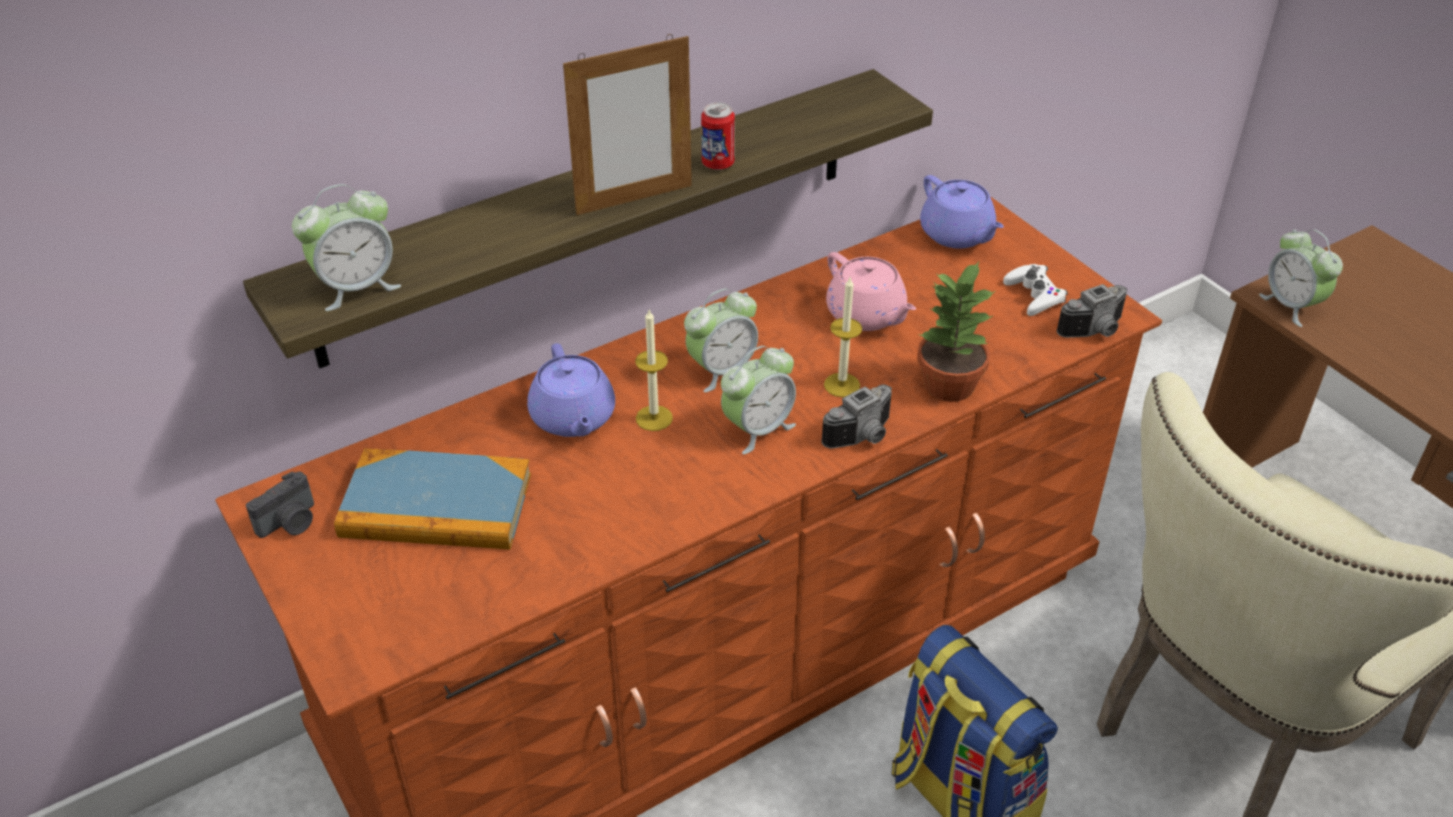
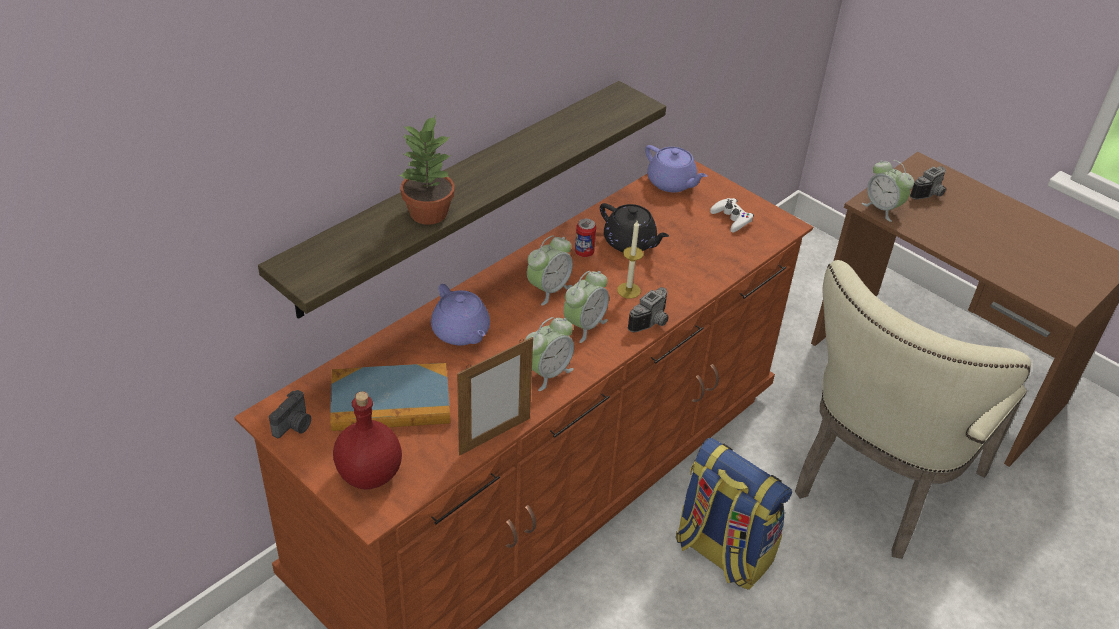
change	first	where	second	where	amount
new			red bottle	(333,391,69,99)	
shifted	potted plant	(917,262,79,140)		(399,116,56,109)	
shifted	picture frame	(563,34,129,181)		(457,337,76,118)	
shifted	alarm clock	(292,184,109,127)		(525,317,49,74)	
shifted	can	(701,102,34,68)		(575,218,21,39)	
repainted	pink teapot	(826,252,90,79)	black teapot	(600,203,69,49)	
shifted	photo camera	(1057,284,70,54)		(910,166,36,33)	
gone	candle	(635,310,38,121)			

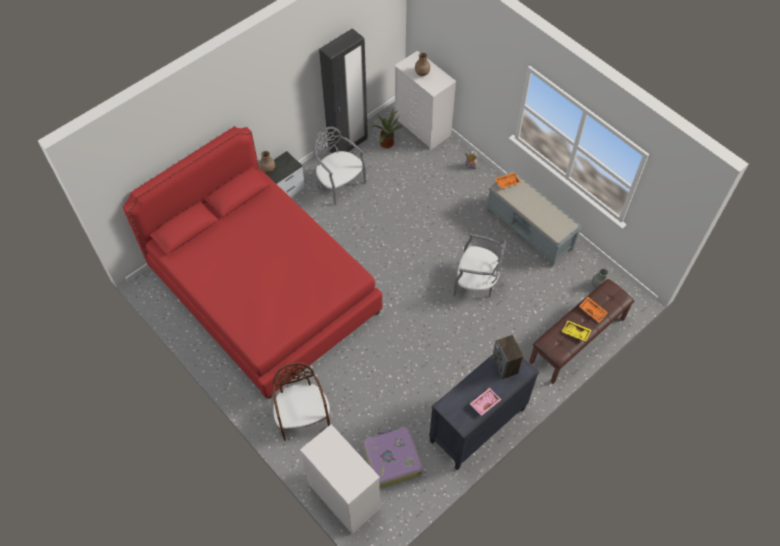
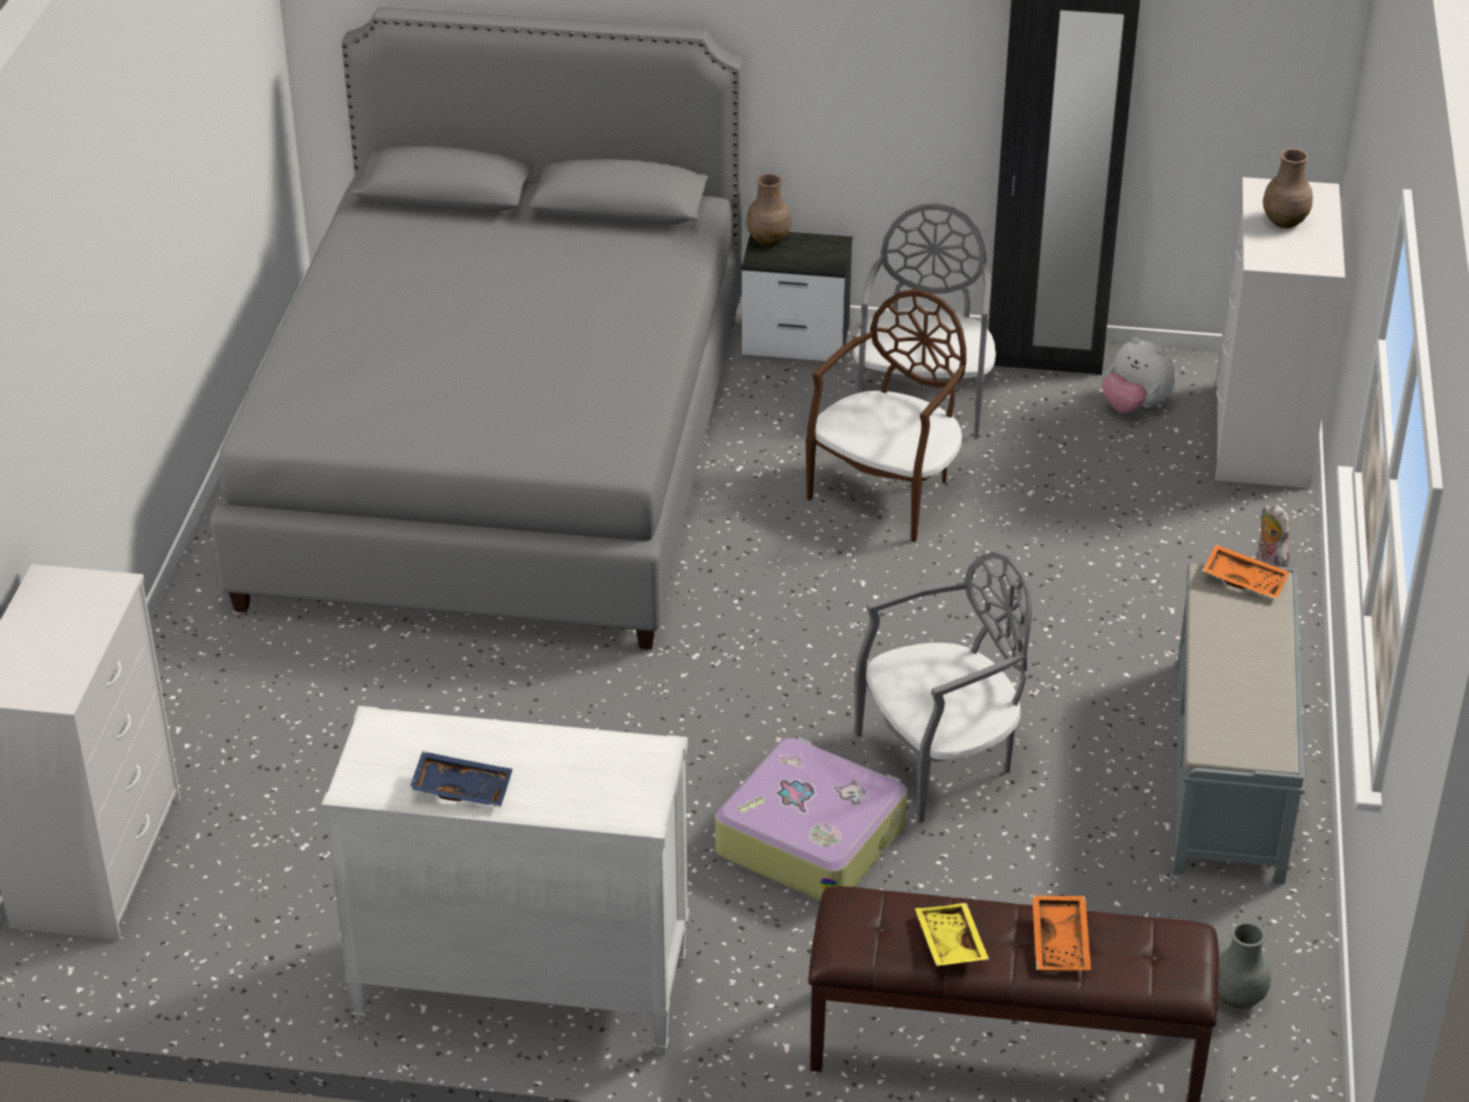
change	first	where	second	where	amount
repainted	red bed	(122,126,260,273)	grey bed	(210,7,532,643)	
repainted	black dresser	(429,354,110,116)	white dresser	(321,706,368,349)	
repainted	pink tray	(470,388,31,28)	blue tray	(409,751,104,57)	
shifted	suitcase	(364,427,59,61)		(715,737,192,164)	
shifted	brown chair	(273,362,57,79)		(806,289,160,253)	
rotated	grey chair	(454,233,52,64)		(854,551,178,272)	90 degrees counterclockwise
swapped	potted plant	(370,109,32,40)	plush toy	(1102,338,74,74)	
gone	speaker	(492,335,32,44)			

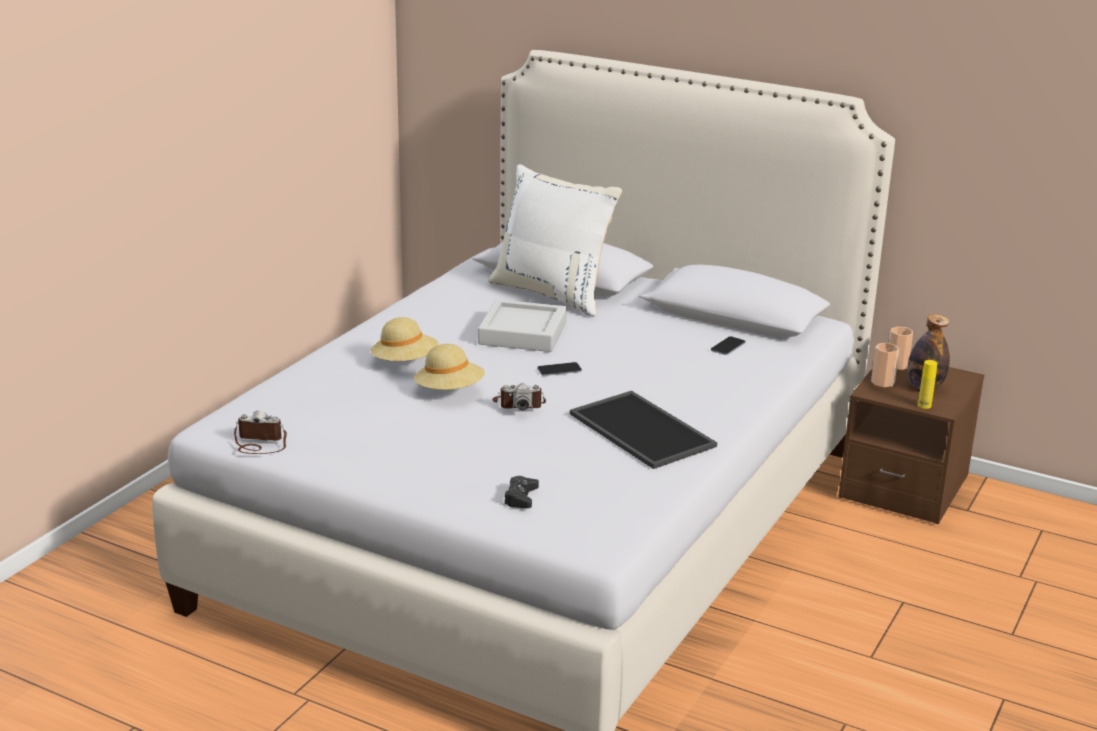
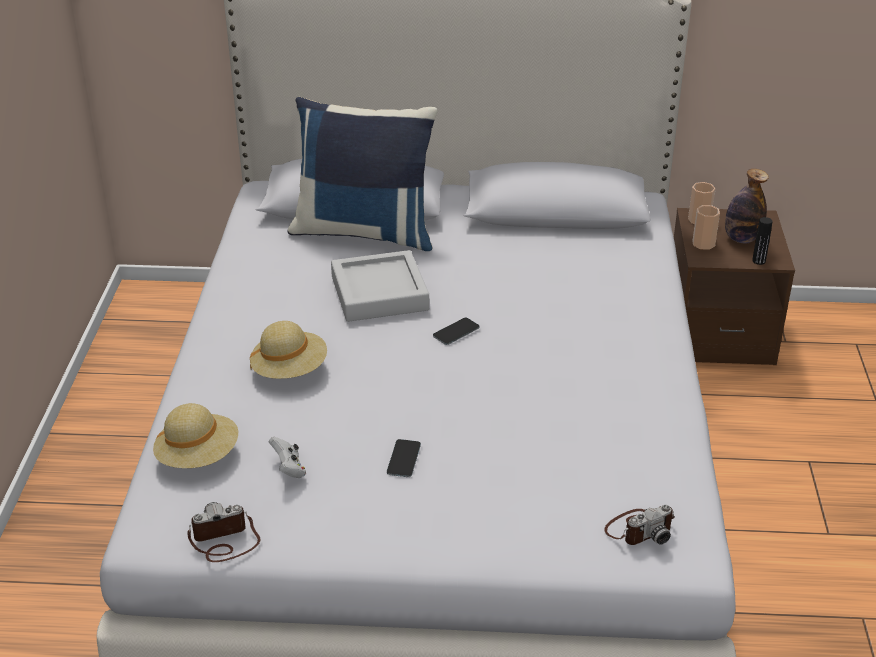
change	first	where	second	where	amount
shifted	beige hat	(414,344,71,46)		(153,403,85,65)	
new			white game controller	(269,437,37,41)	
repainted	white pillow	(489,164,133,153)	blue pillow	(287,97,151,154)	
shifted	phone	(711,336,35,19)		(387,439,34,38)	
shifted	photo camera	(493,383,53,27)		(604,504,71,41)	
repainted	yellow bottle	(918,360,19,49)	black bottle	(752,217,20,48)	
gone	black game controller	(504,476,35,32)			
gone	tray	(570,391,147,78)			

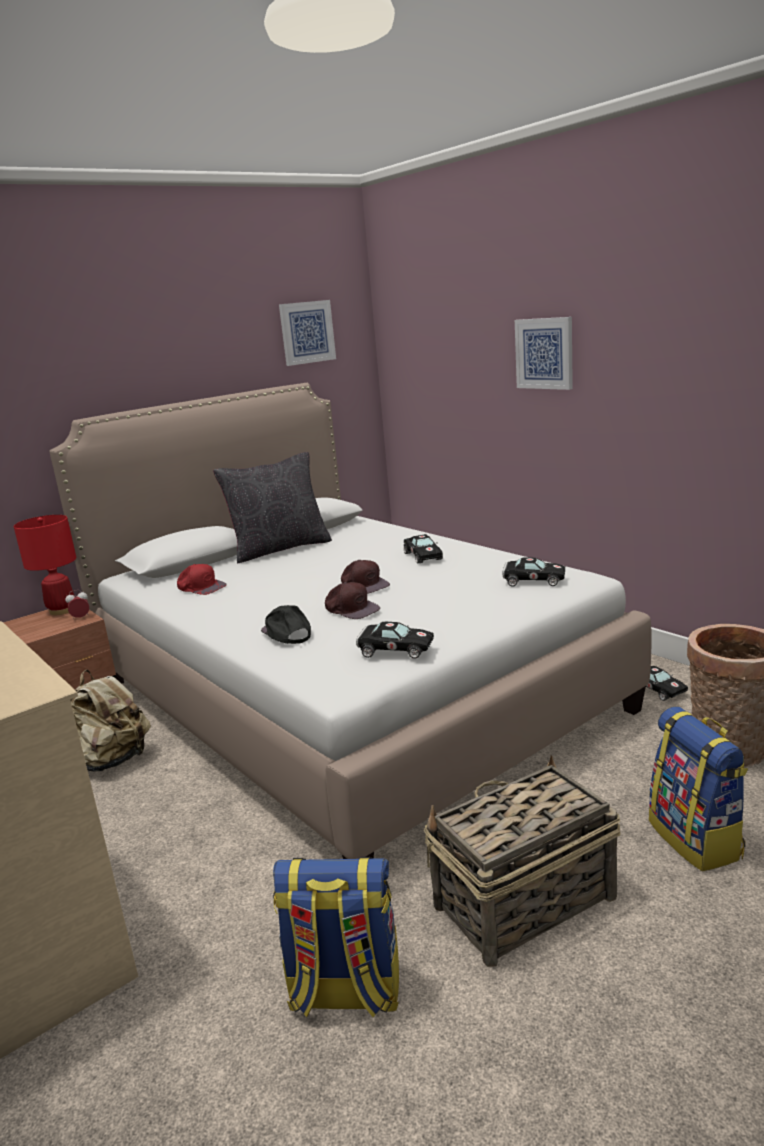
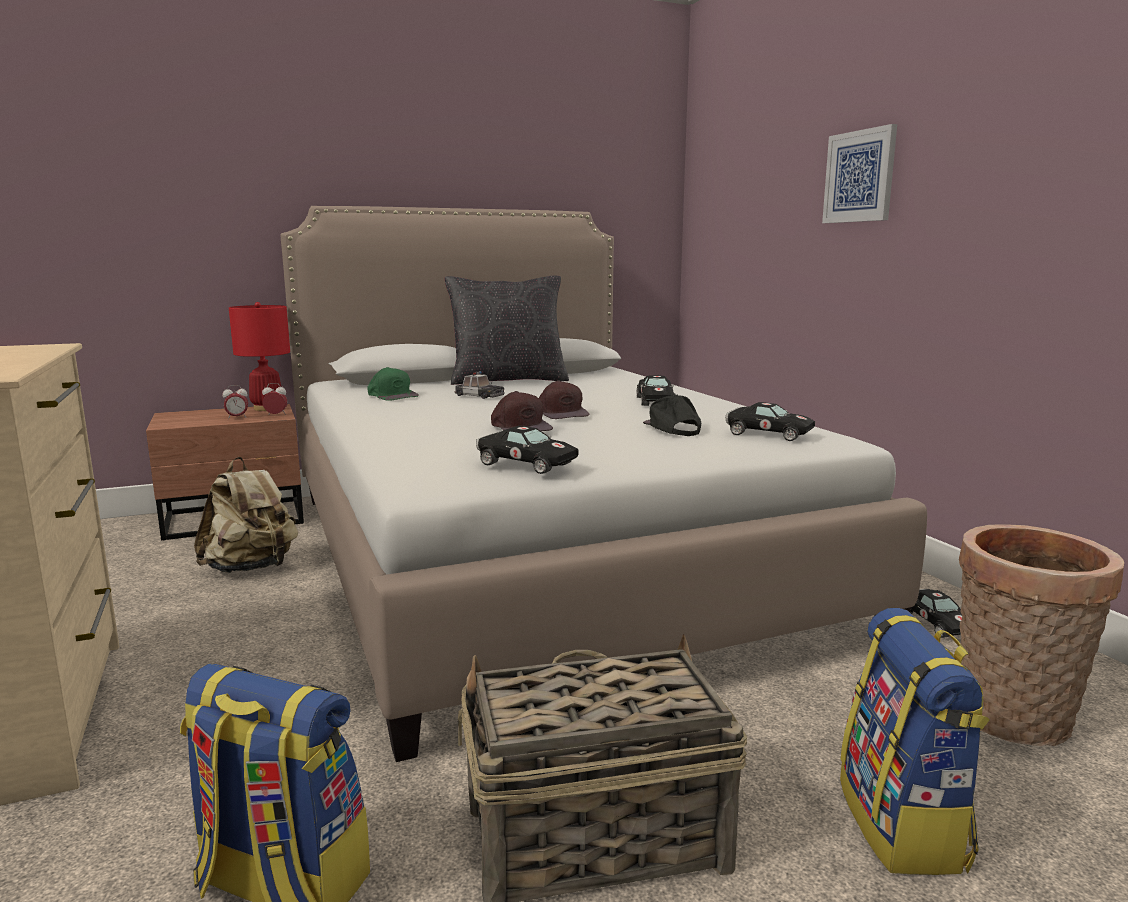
change	first	where	second	where	amount
new			alarm clock	(222,385,26,34)	
repainted	red cap	(177,564,50,31)	green cap	(367,367,52,34)	
new			toy car	(455,371,50,28)	
shifted	black cap	(261,605,50,39)		(643,395,58,41)	
gone	picture	(279,300,57,66)			

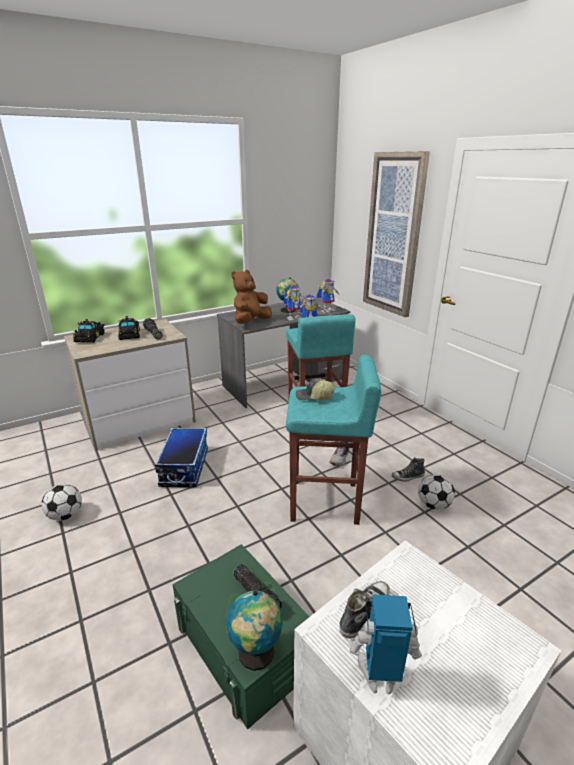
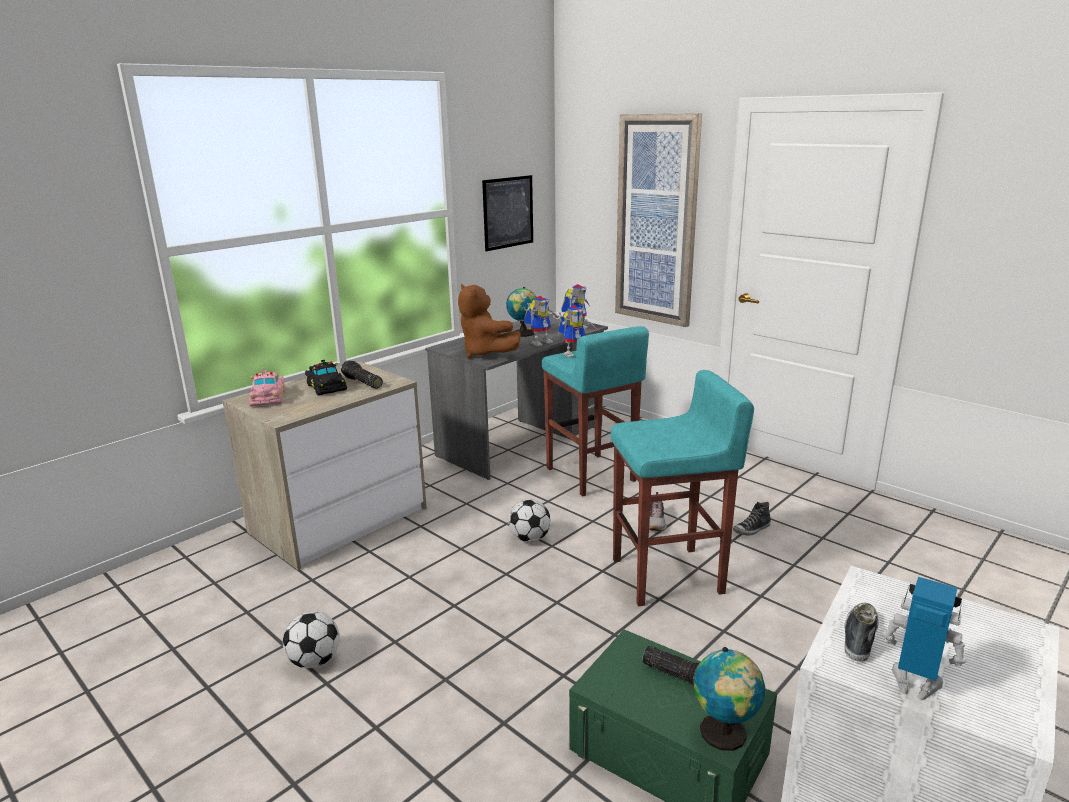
change	first	where	second	where	amount
repainted	black toy car	(73,319,31,24)	pink toy car	(249,370,37,36)	
rotated	brown plush toy	(232,270,40,54)		(458,284,63,74)	60 degrees counterclockwise
new			picture	(482,175,51,76)	
shifted	football	(418,474,37,36)		(508,499,43,43)	
rotated	toy robot	(348,594,74,100)		(882,577,84,123)	45 degrees clockwise
gone	storage box	(155,428,53,60)			
gone	cap	(295,378,41,23)			

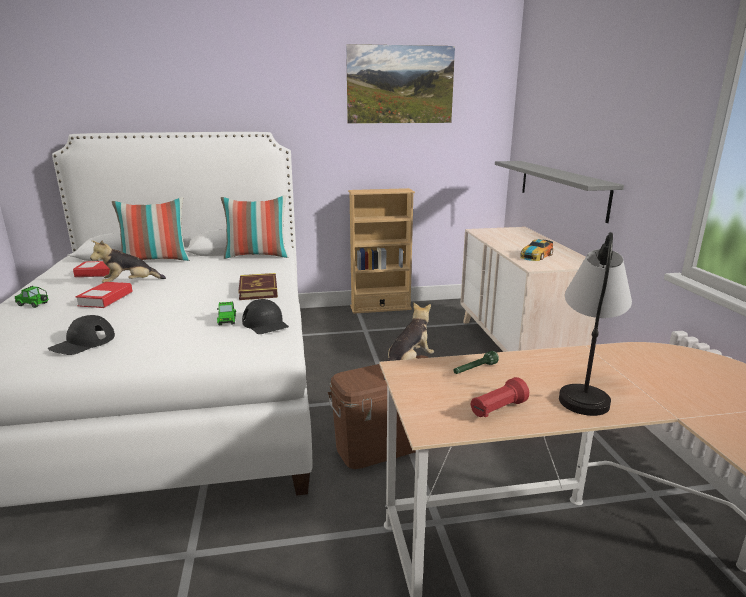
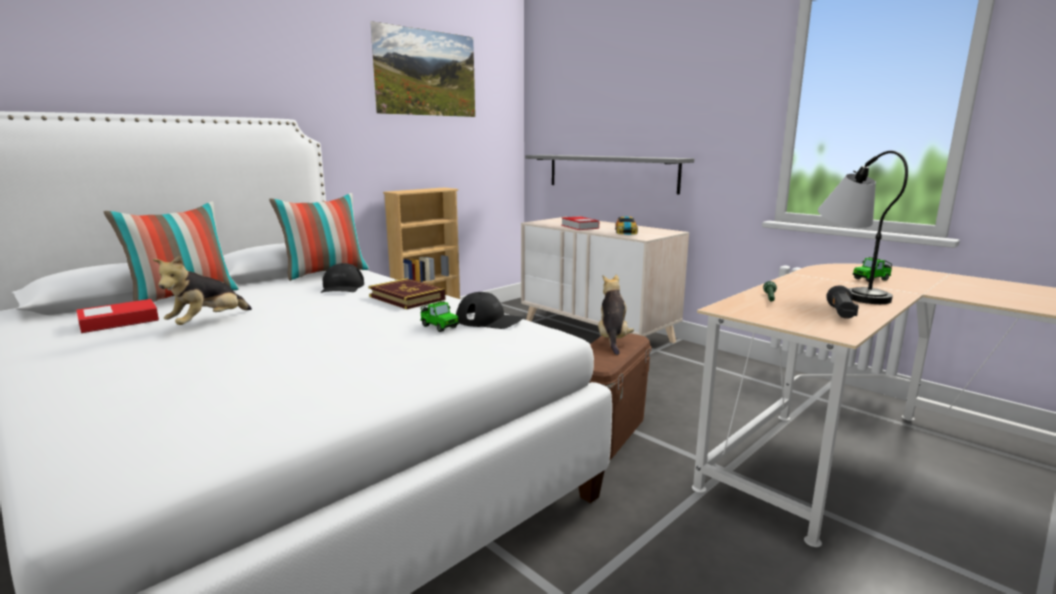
change	first	where	second	where	amount
shifted	black cap	(48,315,67,40)		(320,263,44,30)	
shifted	book	(75,282,58,26)		(561,216,38,14)	
repainted	red flashlight	(470,377,59,40)	black flashlight	(826,285,33,34)	
shifted	toy car	(15,286,34,22)		(852,257,40,25)	

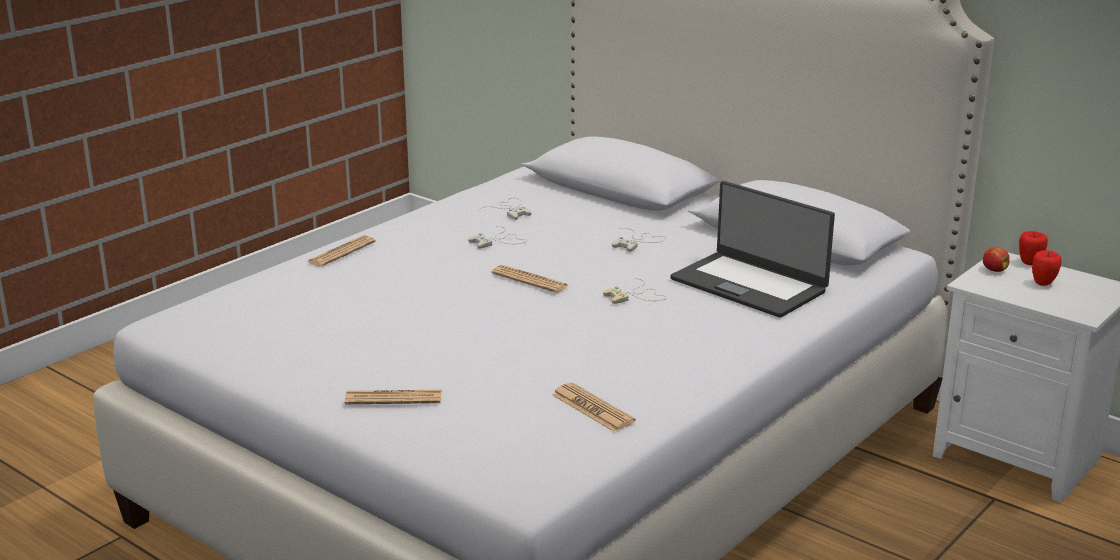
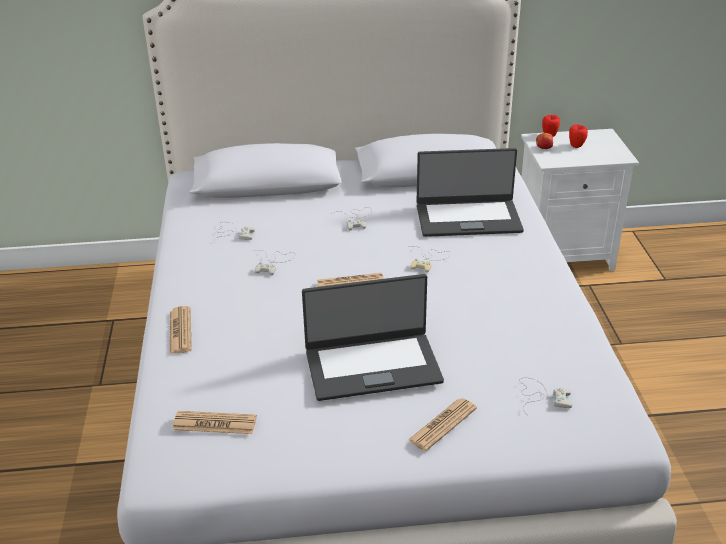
change	first	where	second	where	amount
shifted	newspaper	(552,383,84,49)		(173,411,84,23)	
new			laptop	(302,274,142,127)	
new			white game controller	(519,378,53,34)	

